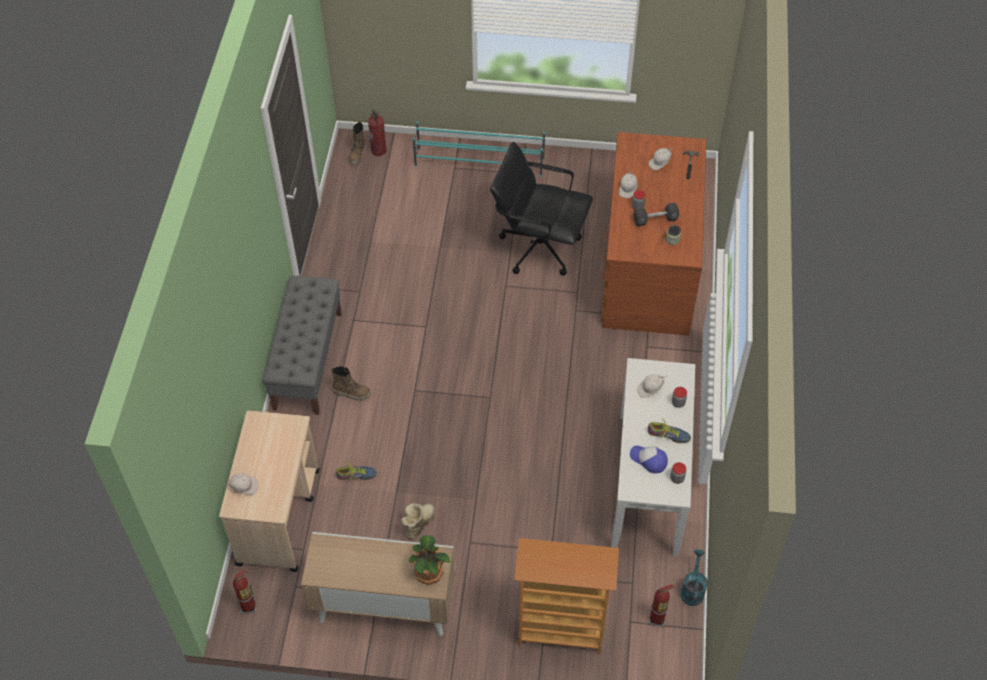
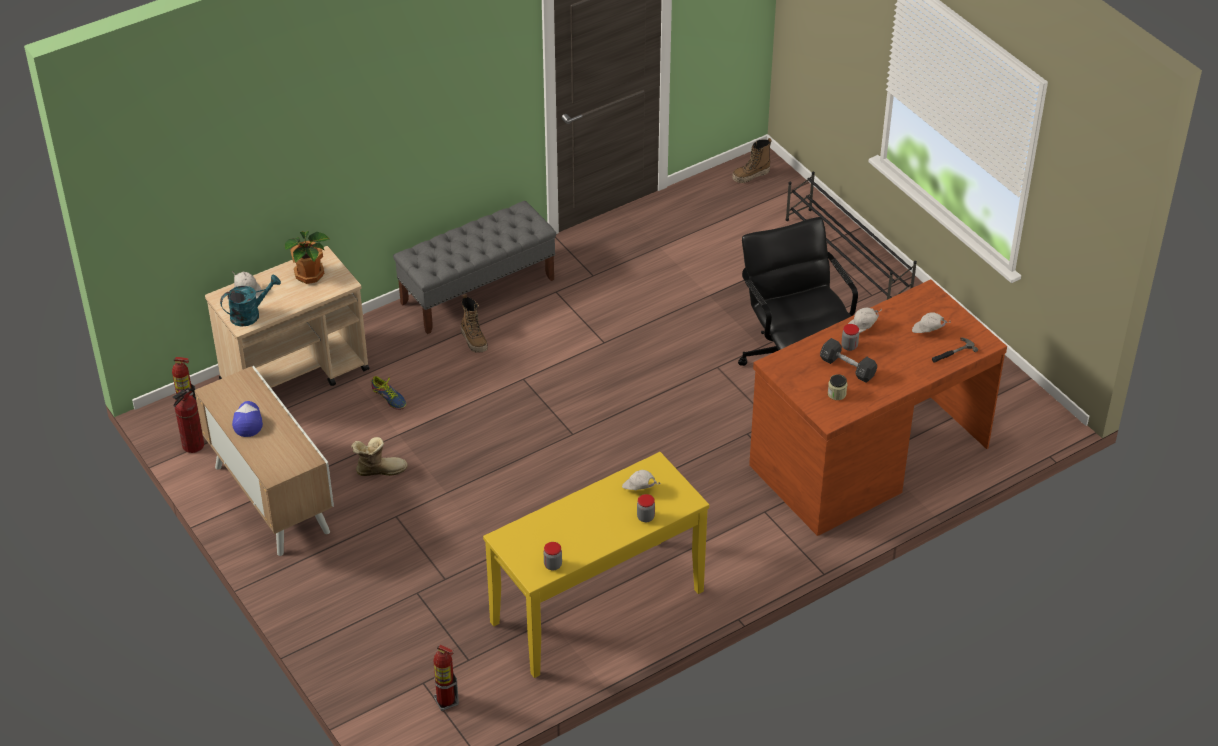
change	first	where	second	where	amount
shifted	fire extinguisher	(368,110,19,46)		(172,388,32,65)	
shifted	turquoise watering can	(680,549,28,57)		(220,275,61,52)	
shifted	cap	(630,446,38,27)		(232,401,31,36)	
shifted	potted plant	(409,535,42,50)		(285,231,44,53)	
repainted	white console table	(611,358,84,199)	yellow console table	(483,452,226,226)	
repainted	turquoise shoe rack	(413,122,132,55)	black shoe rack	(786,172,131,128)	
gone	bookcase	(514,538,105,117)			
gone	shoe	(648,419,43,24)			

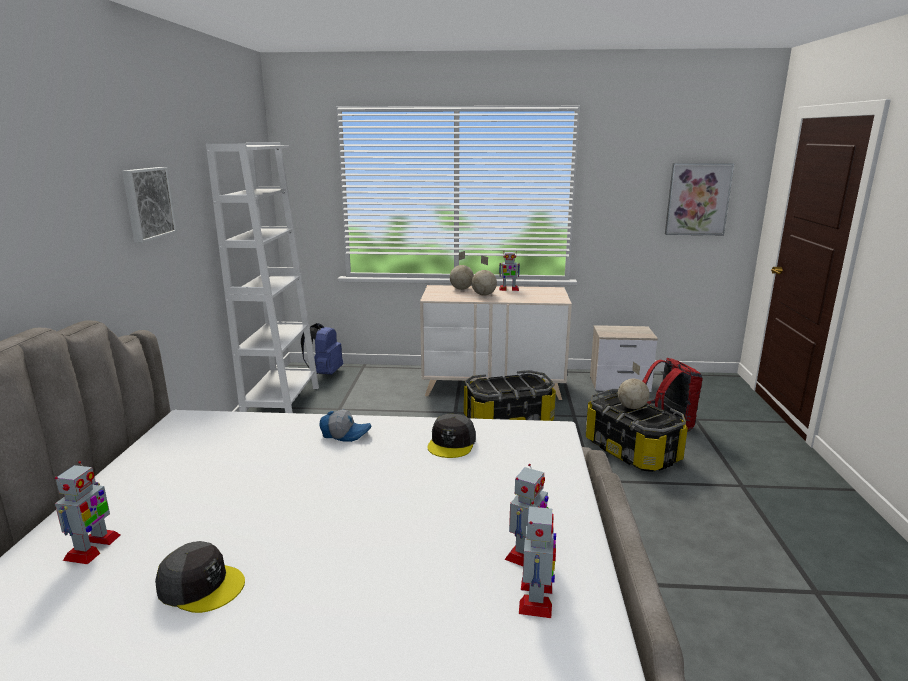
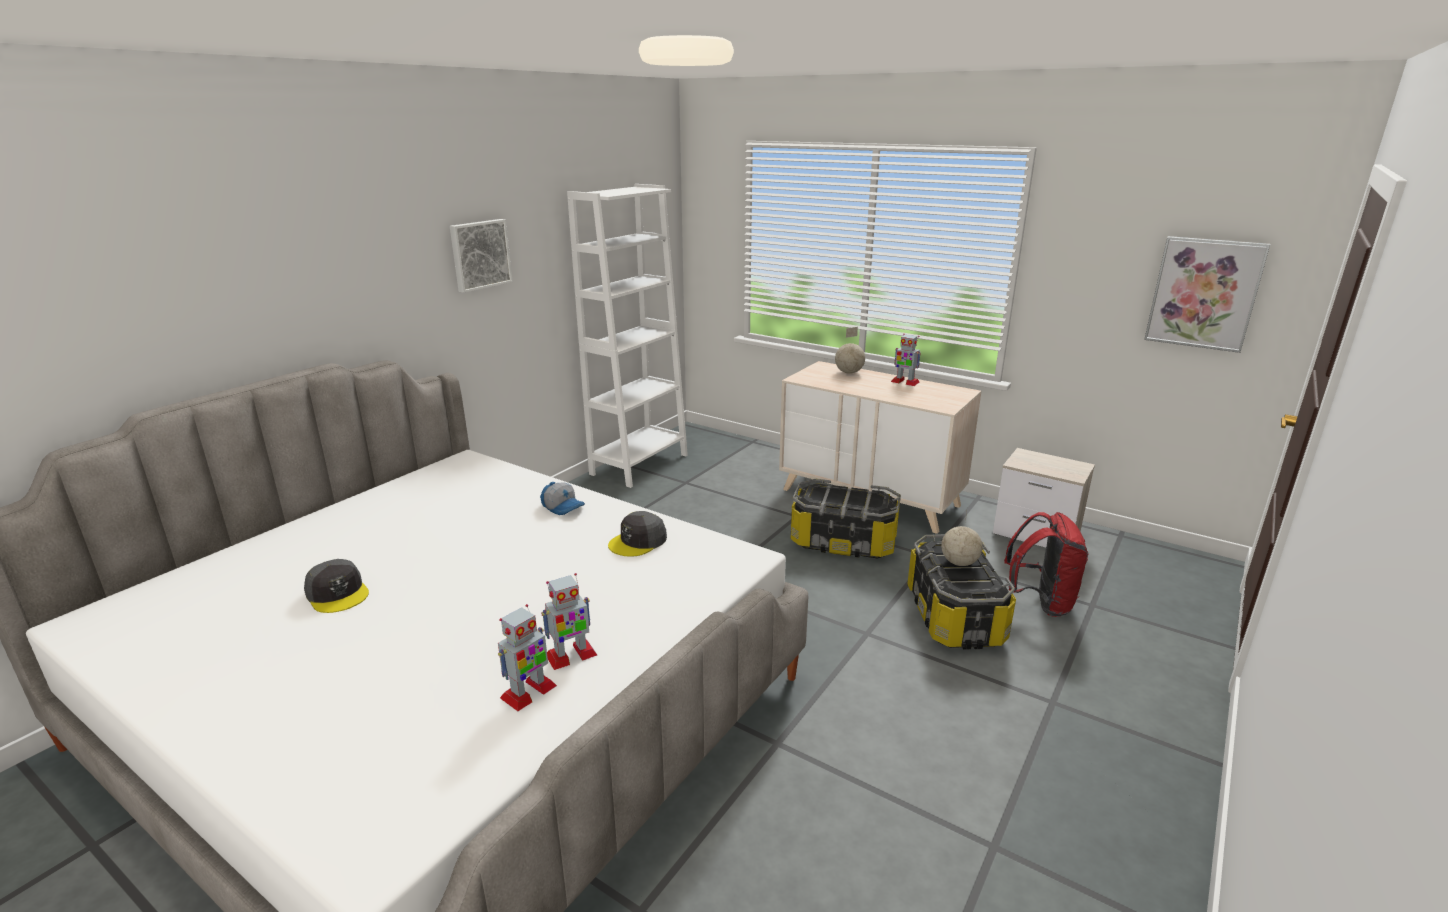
change	first	where	second	where	amount
gone	toy robot	(55,461,65,103)			
gone	blue backpack	(301,323,42,52)			
gone	globe	(472,255,25,40)			

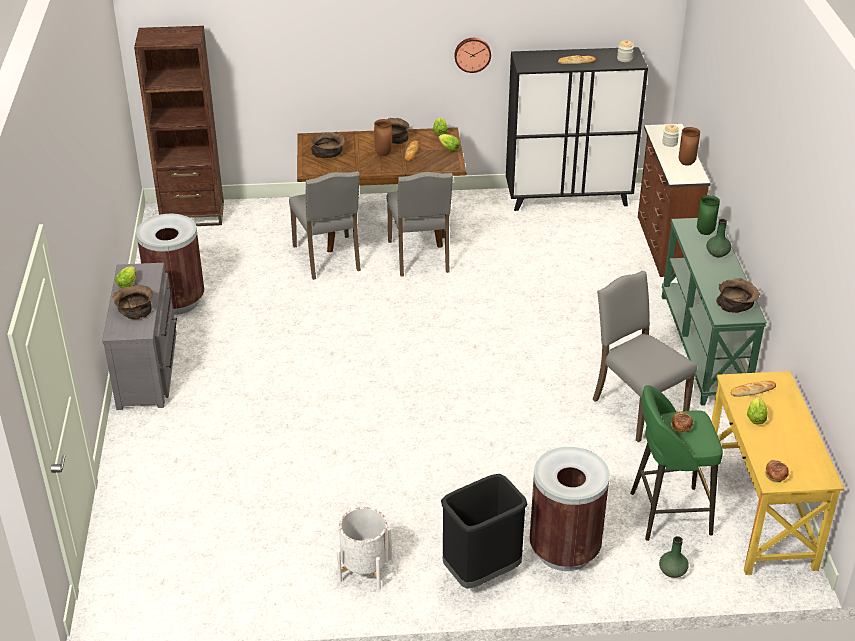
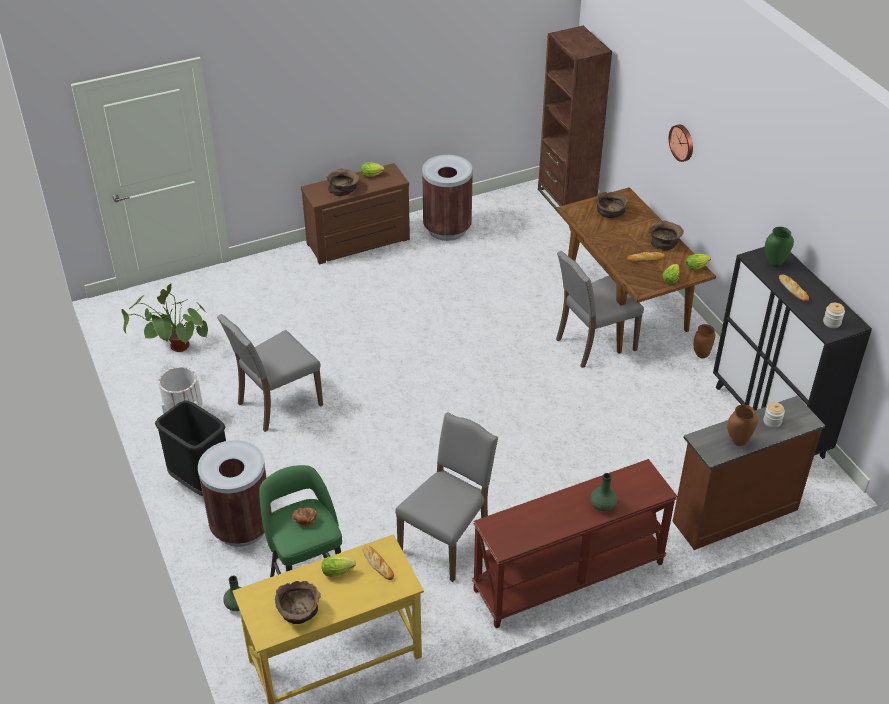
change	first	where	second	where	amount
new			potted plant	(121,283,87,69)	
shifted	grey chair	(289,171,72,109)		(217,314,106,118)	
shifted	brown bowl	(717,278,43,35)		(275,581,46,43)	
repainted	grey dresser	(102,263,75,147)	brown dresser	(301,163,109,101)	
repainted	green console table	(662,217,105,189)	brown console table	(472,459,206,169)	
shifted	wall clock	(454,38,37,35)		(669,124,24,38)	
shifted	brown vase	(374,119,18,37)		(693,324,22,35)	
shifted	green vase	(697,195,23,40)		(765,227,29,40)	
gone	bread	(765,460,24,22)			

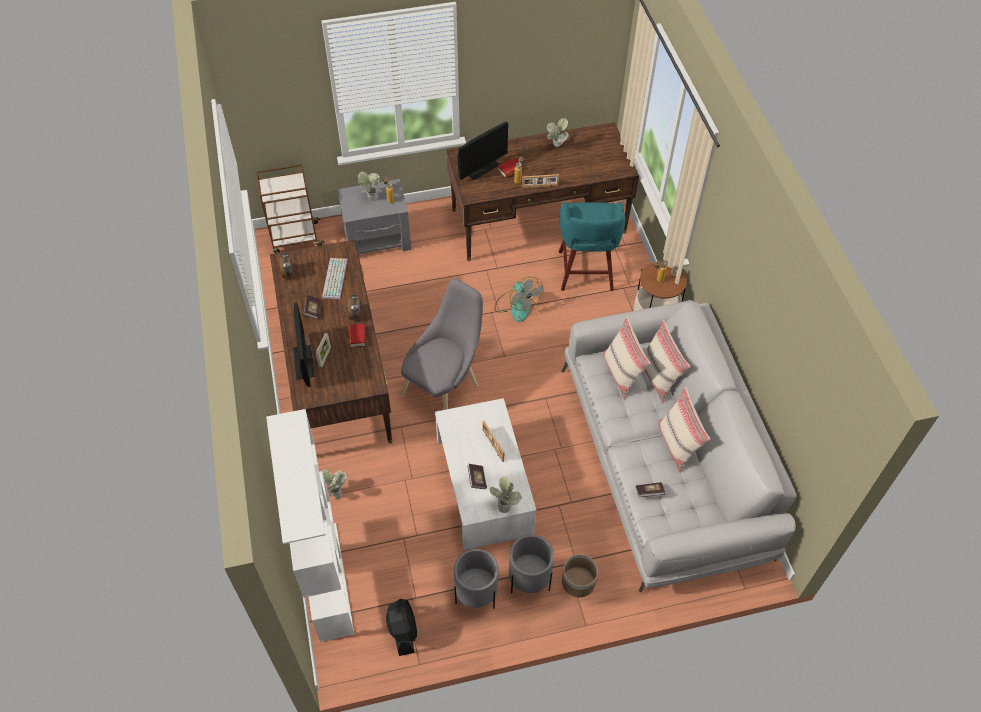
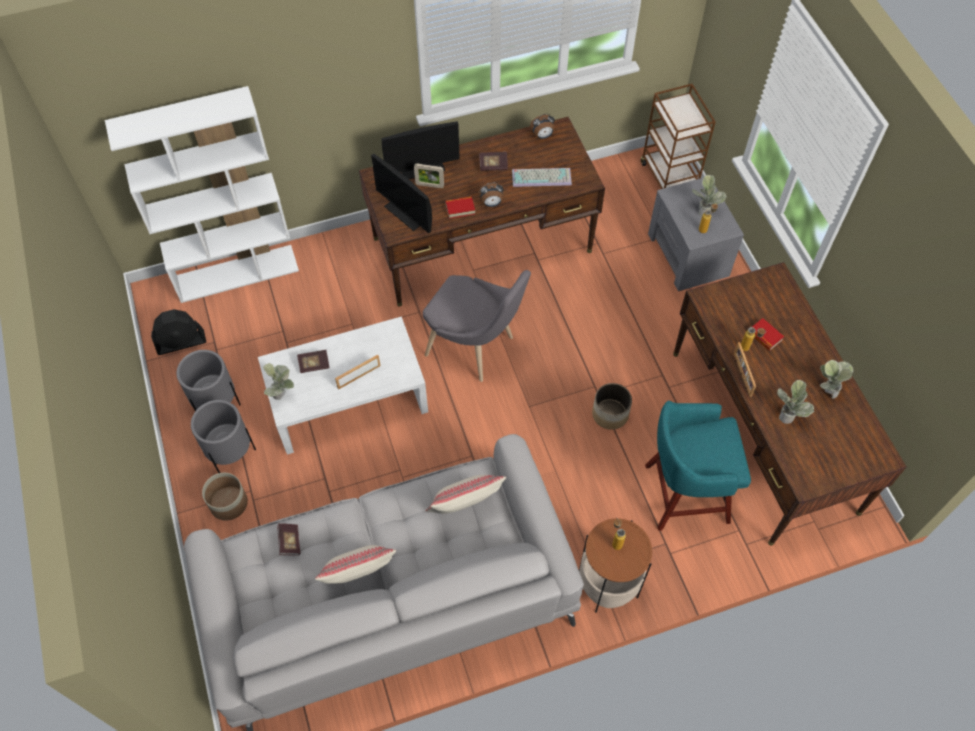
change	first	where	second	where	amount
shifted	monitor	(458,122,50,58)		(371,154,61,79)	
swapped	fan	(494,277,50,45)	planter	(592,383,40,47)	
shifted	potted plant	(322,469,25,31)		(777,380,37,44)	
gone	beige pillow	(644,320,46,83)			

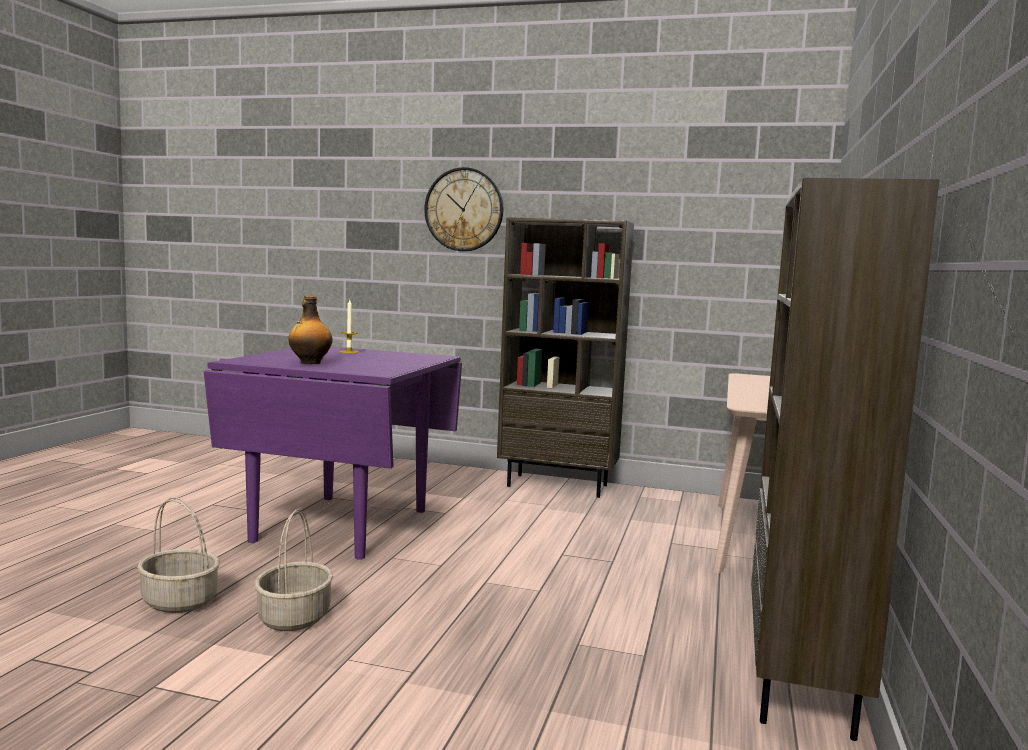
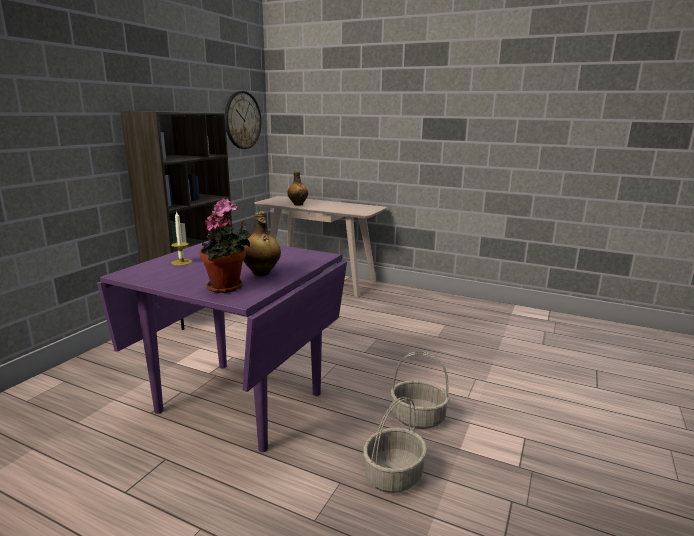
change	first	where	second	where	amount
new			potted plant	(199,198,52,95)	
shifted	wall clock	(424,167,79,84)		(225,91,36,58)	
new			bottle	(287,171,21,35)	
gone	brown bookcase	(751,178,189,563)			

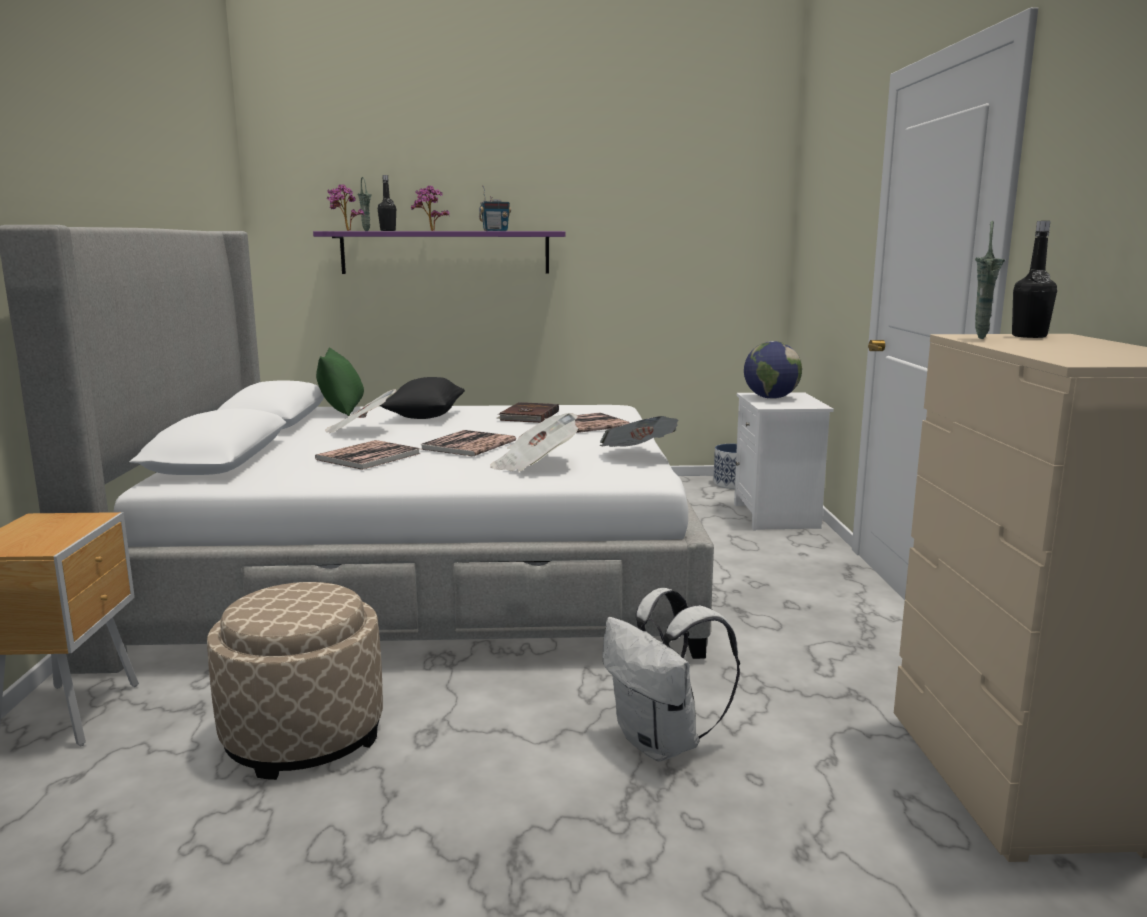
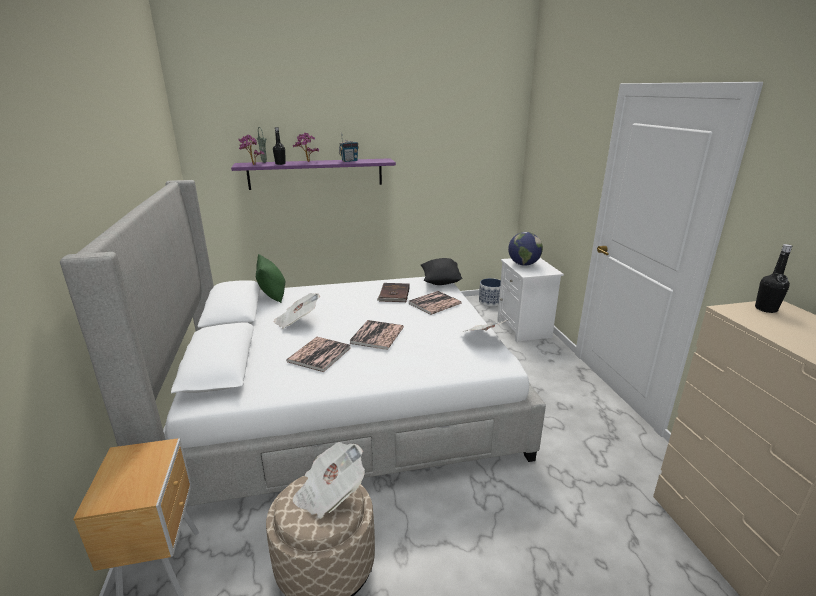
change	first	where	second	where	amount
shifted	newspaper	(490,413,88,59)		(293,442,72,77)	
shifted	black pillow	(380,377,85,42)		(421,258,41,27)	
gone	white backpack	(602,588,138,173)			
gone	green vase	(975,221,30,118)			

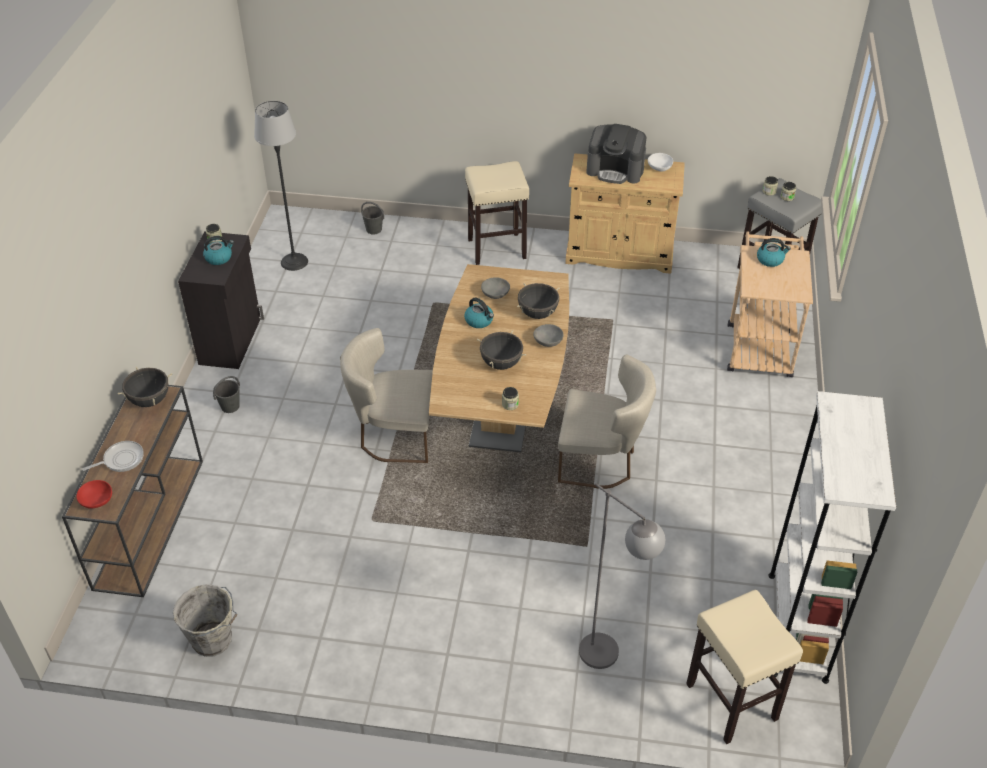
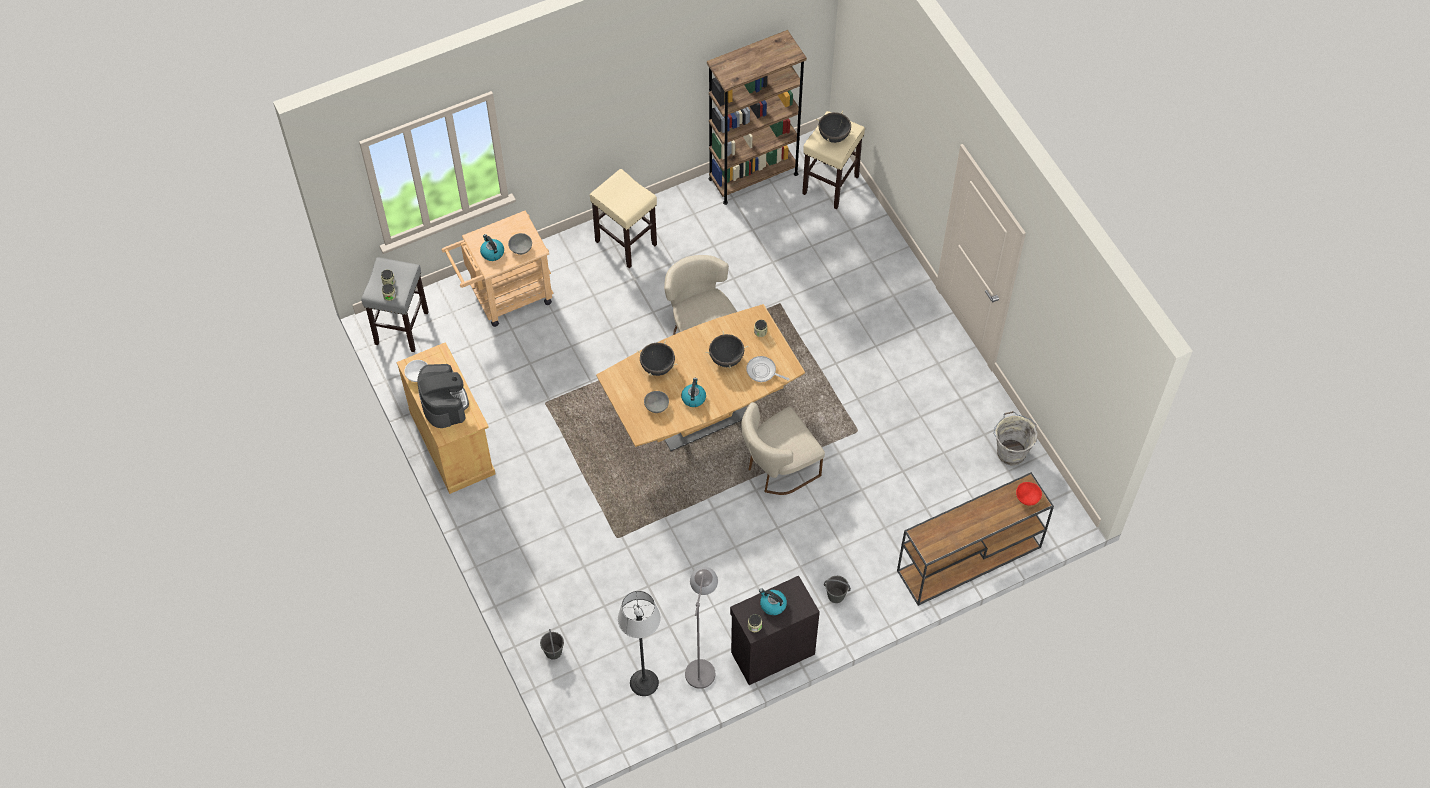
change	first	where	second	where	amount
shifted	grey bowl	(533,324,31,23)		(508,233,24,22)	
shifted	beige stool	(465,161,64,104)		(590,169,67,99)	
shifted	grey floor lamp	(579,483,86,186)		(685,567,33,122)	
repainted	white bookcase	(768,391,128,293)	brown bookcase	(707,30,100,175)	
rotated	beige chair	(340,328,93,135)		(741,402,84,93)	90 degrees clockwise
shifted	frying pan	(82,441,62,31)		(746,356,43,26)	
shifted	black cooking pot	(118,367,54,40)		(816,111,38,32)	

